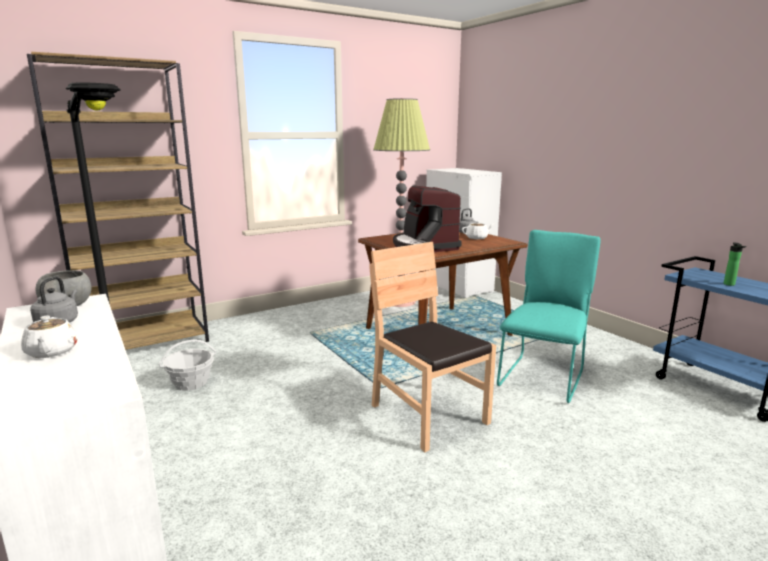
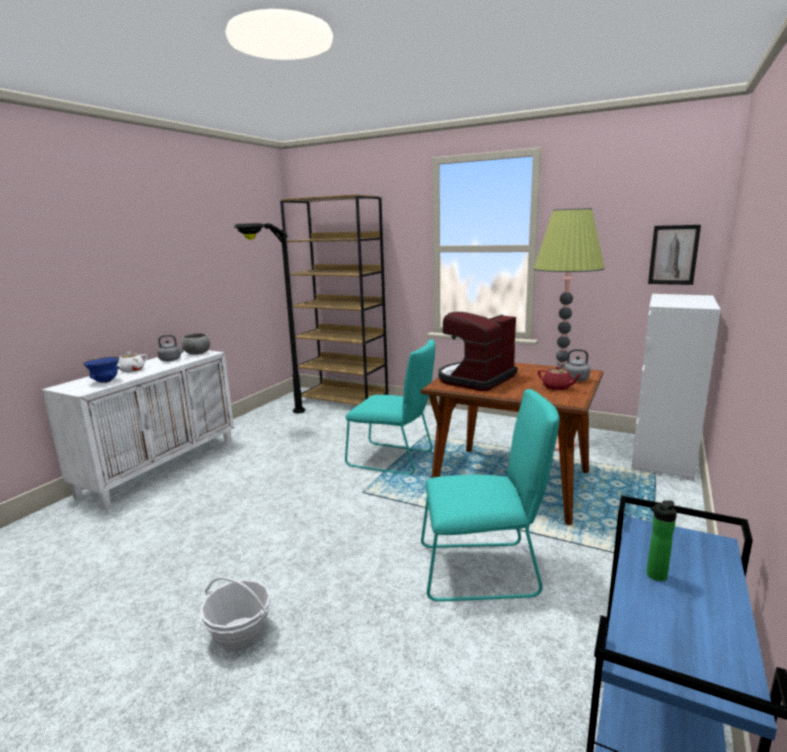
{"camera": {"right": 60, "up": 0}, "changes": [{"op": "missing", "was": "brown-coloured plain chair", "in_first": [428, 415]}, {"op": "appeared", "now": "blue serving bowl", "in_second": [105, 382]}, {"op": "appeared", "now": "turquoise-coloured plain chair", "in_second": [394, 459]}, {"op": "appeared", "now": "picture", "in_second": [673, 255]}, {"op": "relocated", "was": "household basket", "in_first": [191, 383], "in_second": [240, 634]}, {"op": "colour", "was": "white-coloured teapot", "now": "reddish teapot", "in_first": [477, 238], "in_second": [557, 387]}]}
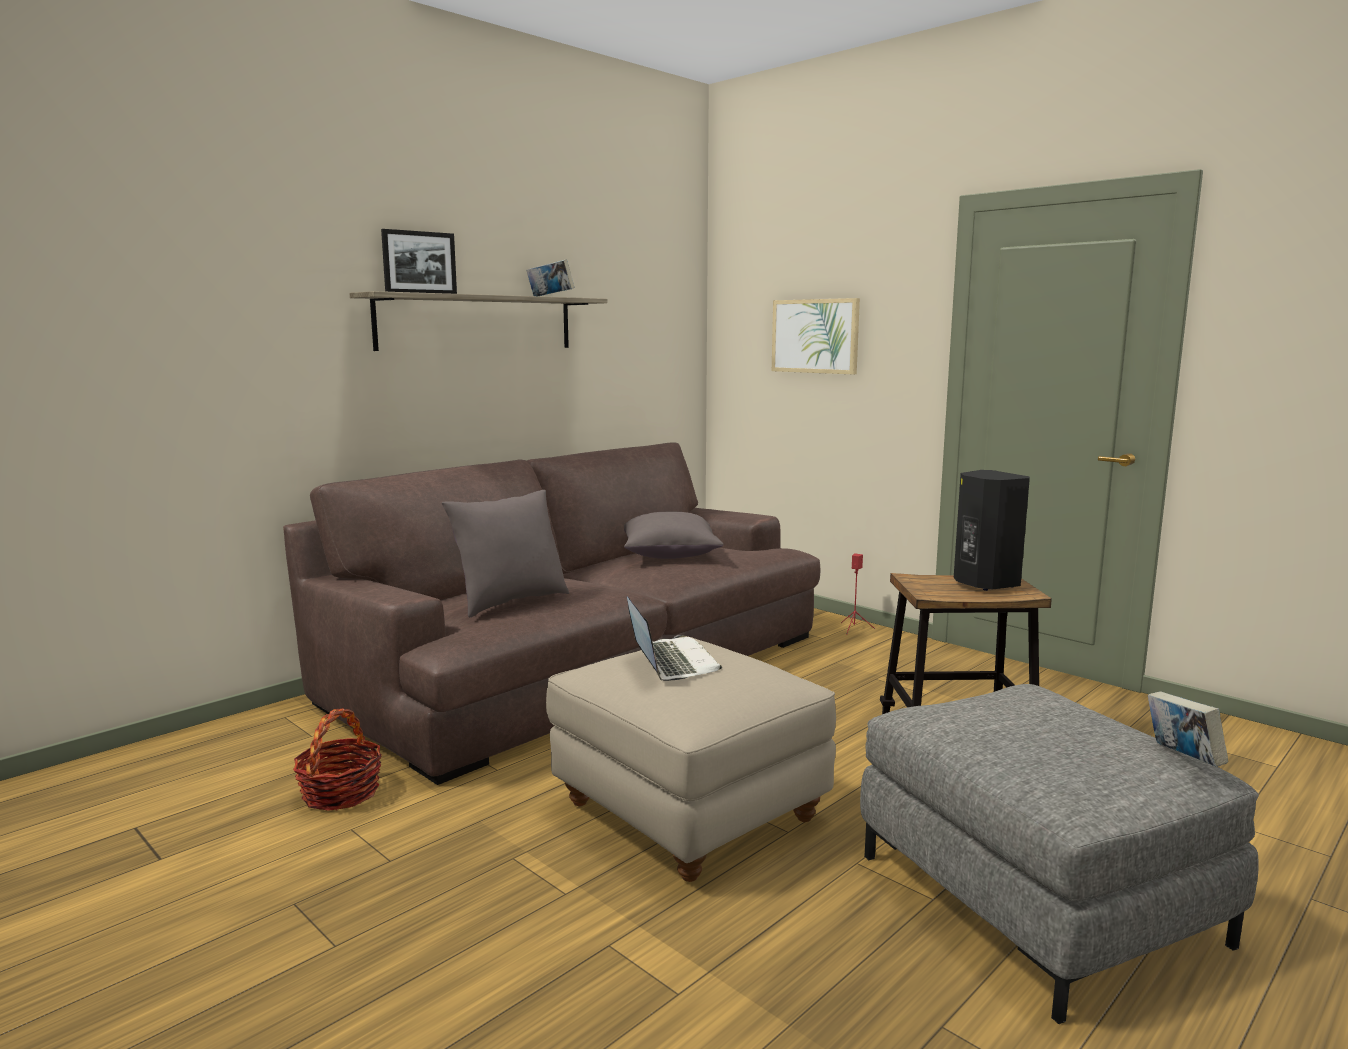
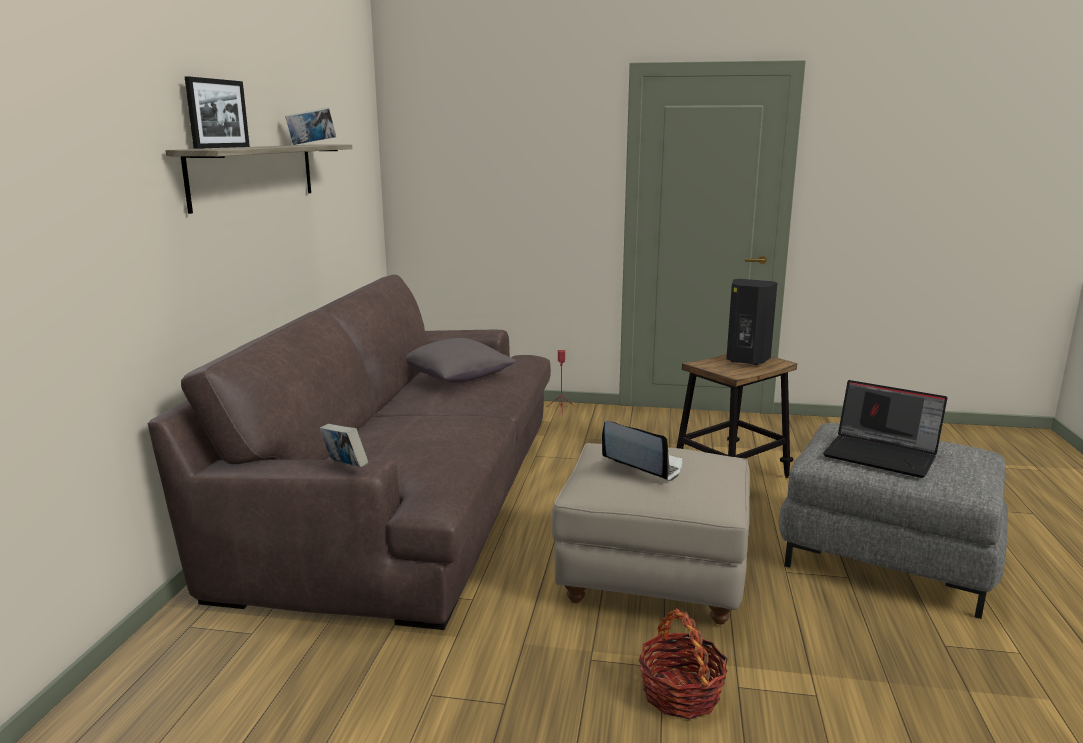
{"camera": {"right": -35, "up": 5}, "changes": [{"op": "missing", "was": "greyish pillow", "in_first": [510, 602]}, {"op": "missing", "was": "picture", "in_first": [815, 336]}, {"op": "appeared", "now": "notebook computer", "in_second": [882, 455]}, {"op": "relocated", "was": "household basket", "in_first": [340, 793], "in_second": [680, 693]}, {"op": "relocated", "was": "volume", "in_first": [1182, 758], "in_second": [345, 466]}]}
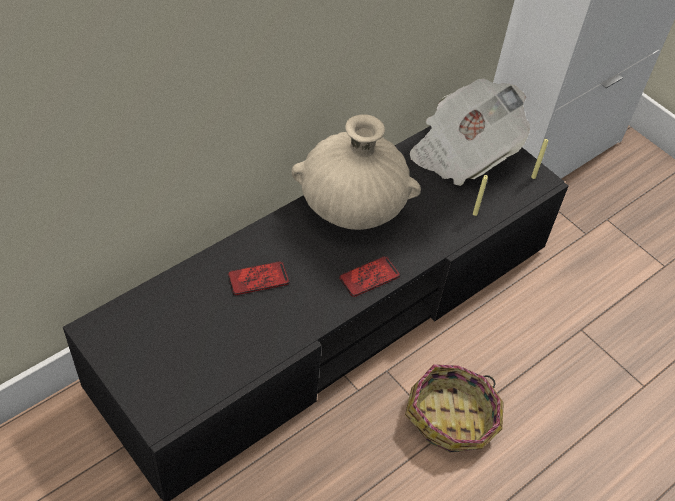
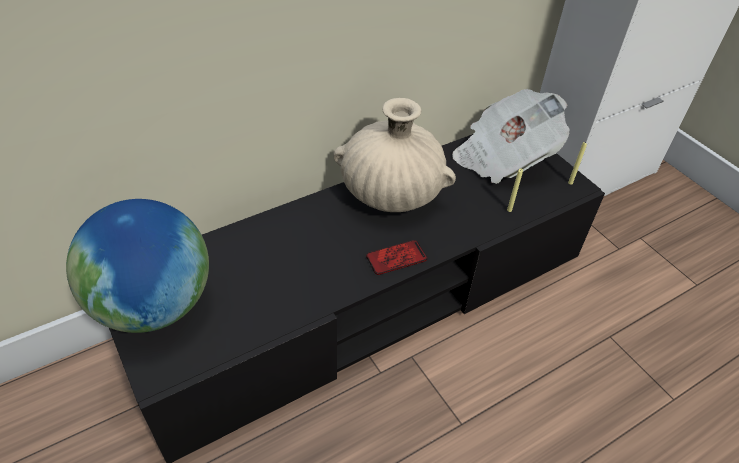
{"camera": {"right": 10, "up": -5}, "changes": [{"op": "missing", "was": "phone", "in_first": [258, 279]}, {"op": "missing", "was": "household basket", "in_first": [453, 417]}, {"op": "appeared", "now": "desk globe", "in_second": [155, 305]}]}
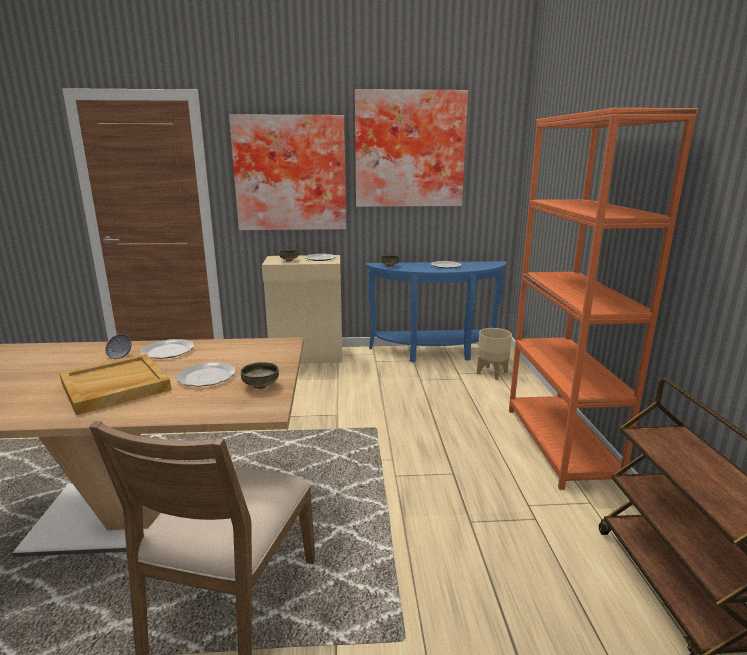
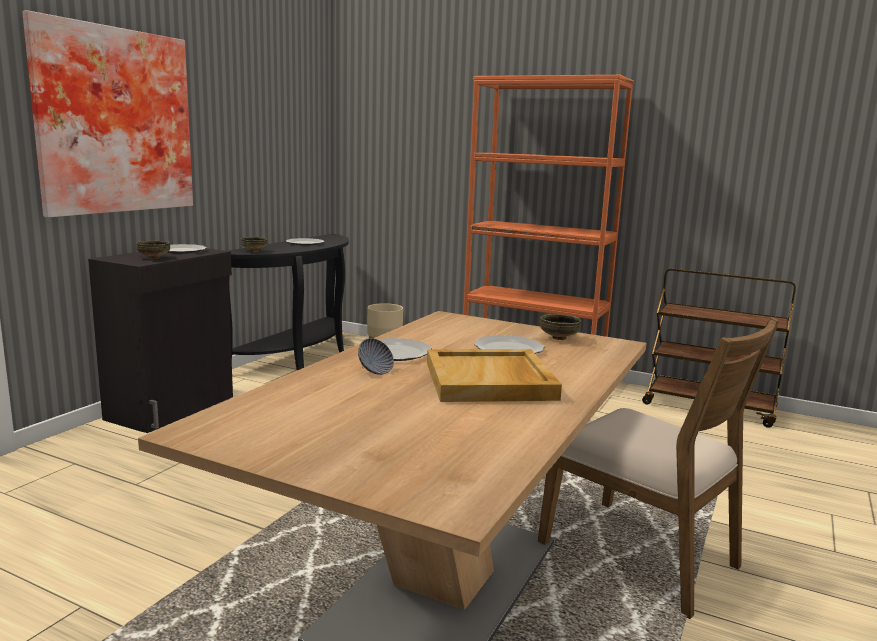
{"camera": {"right": -60, "up": -5}, "changes": [{"op": "missing", "was": "picture", "in_first": [409, 150]}, {"op": "colour", "was": "beige-coloured storage cabinet", "now": "black storage cabinet", "in_first": [307, 356], "in_second": [173, 408]}, {"op": "colour", "was": "blue hall table", "now": "black hall table", "in_first": [435, 353], "in_second": [300, 357]}]}
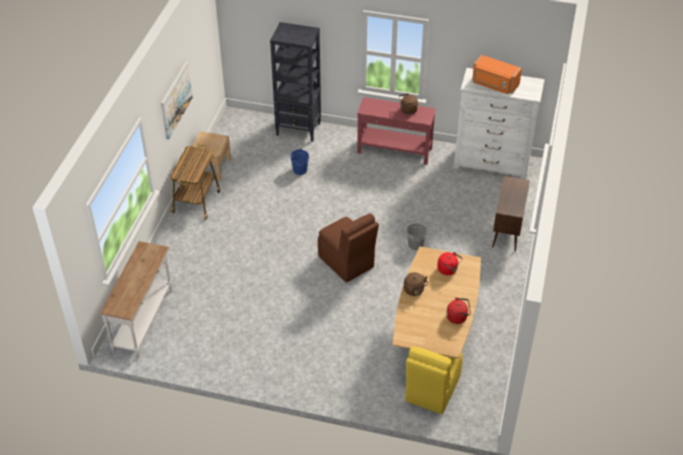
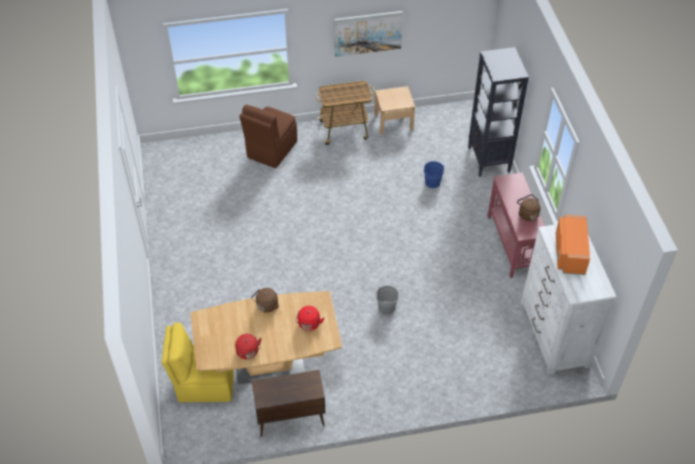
{"camera": {"right": 65, "up": 5}, "changes": [{"op": "missing", "was": "white-coloured hall table", "in_first": [144, 321]}, {"op": "relocated", "was": "brown-coloured plain chair", "in_first": [347, 262], "in_second": [271, 150]}, {"op": "relocated", "was": "brown-coloured storage cabinet", "in_first": [507, 231], "in_second": [289, 419]}]}
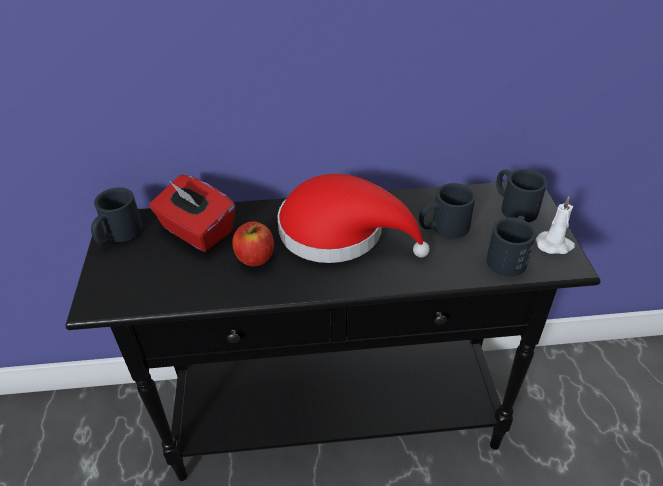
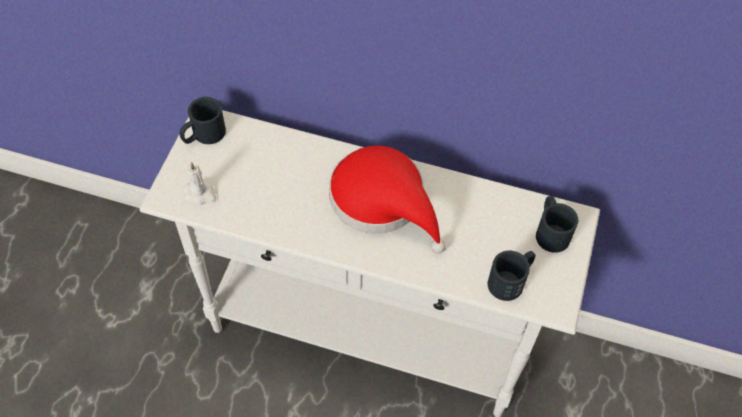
{"camera": {"right": 20, "up": 15}, "changes": [{"op": "missing", "was": "reddish tissue holder", "in_first": [197, 231]}, {"op": "missing", "was": "apple fruit", "in_first": [255, 257]}, {"op": "missing", "was": "black coffee mug", "in_first": [443, 228]}, {"op": "relocated", "was": "white-coloured wax candle", "in_first": [555, 245], "in_second": [201, 194]}, {"op": "colour", "was": "black hall table", "now": "white-coloured hall table", "in_first": [337, 419], "in_second": [368, 331]}]}
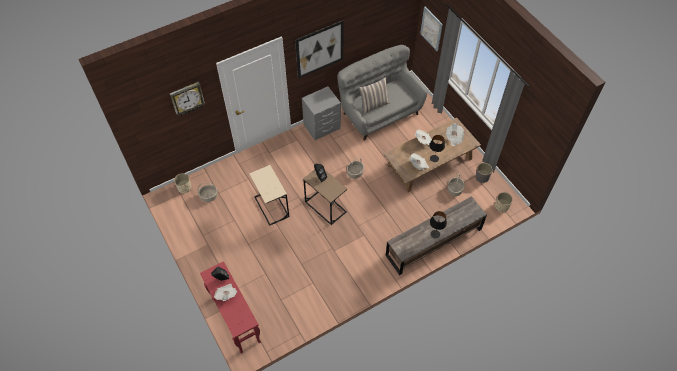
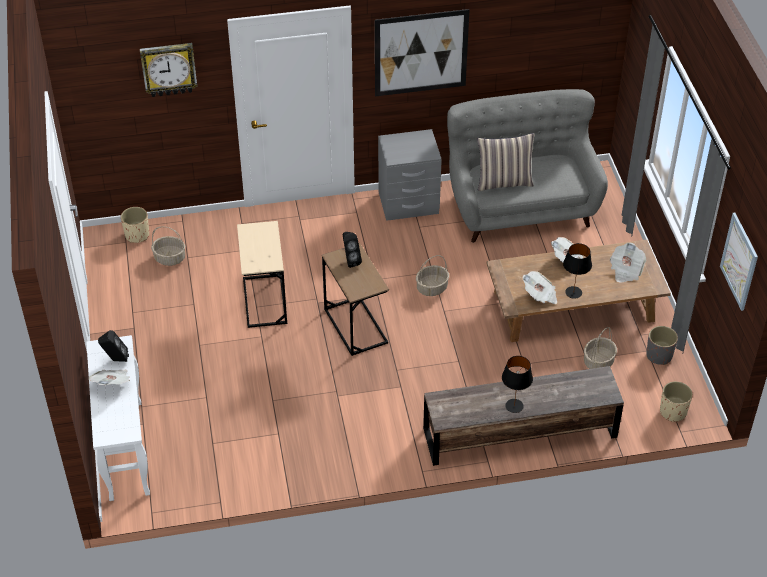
{"camera": {"right": 20, "up": -10}, "changes": [{"op": "relocated", "was": "picture", "in_first": [431, 28], "in_second": [739, 261]}, {"op": "colour", "was": "reddish hall table", "now": "white-coloured hall table", "in_first": [235, 319], "in_second": [125, 449]}]}
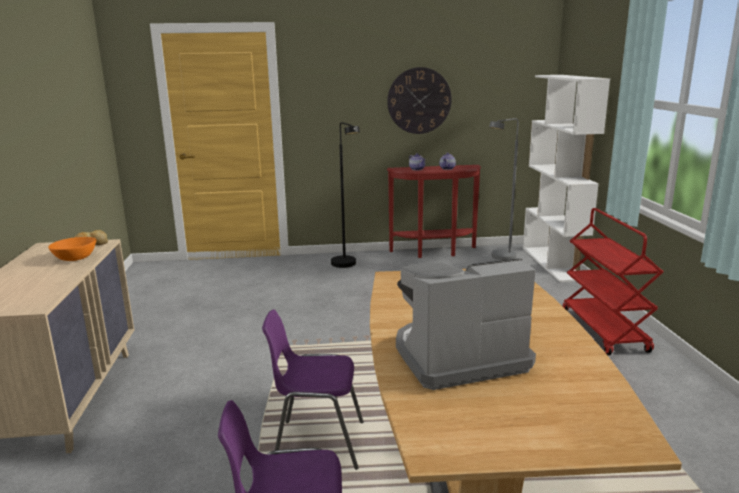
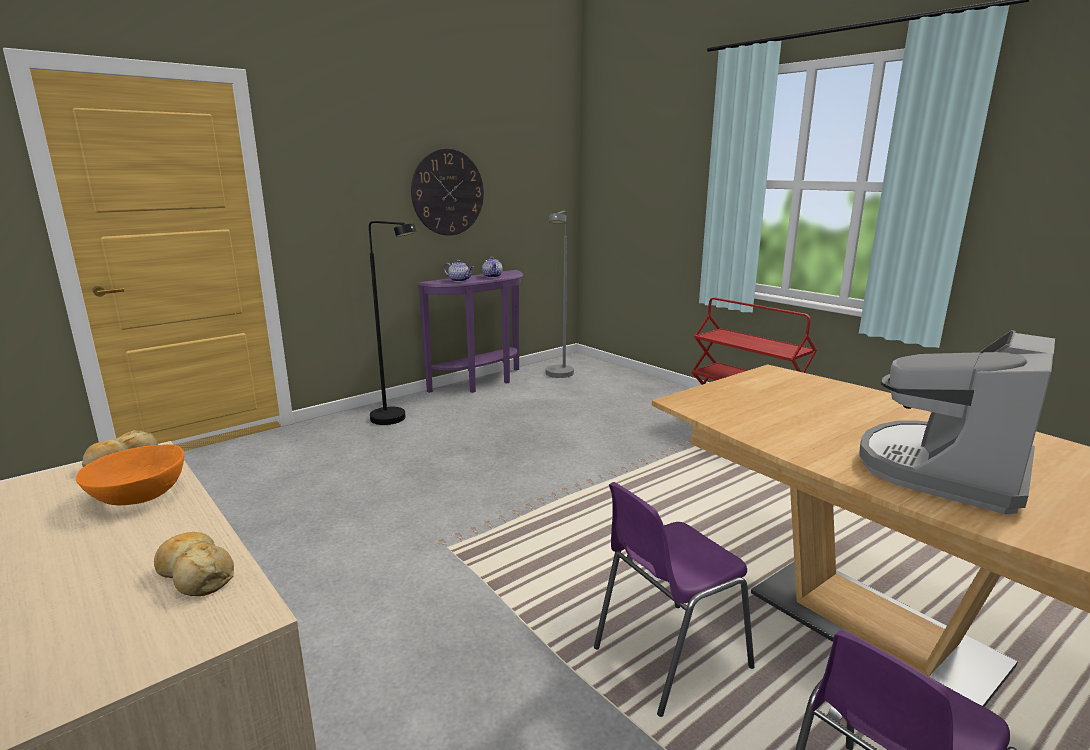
{"camera": {"right": -35, "up": 0}, "changes": [{"op": "missing", "was": "white-coloured bookcase", "in_first": [553, 263]}, {"op": "appeared", "now": "bakery bread", "in_second": [196, 574]}, {"op": "colour", "was": "reddish hall table", "now": "purple hall table", "in_first": [435, 252], "in_second": [482, 383]}]}
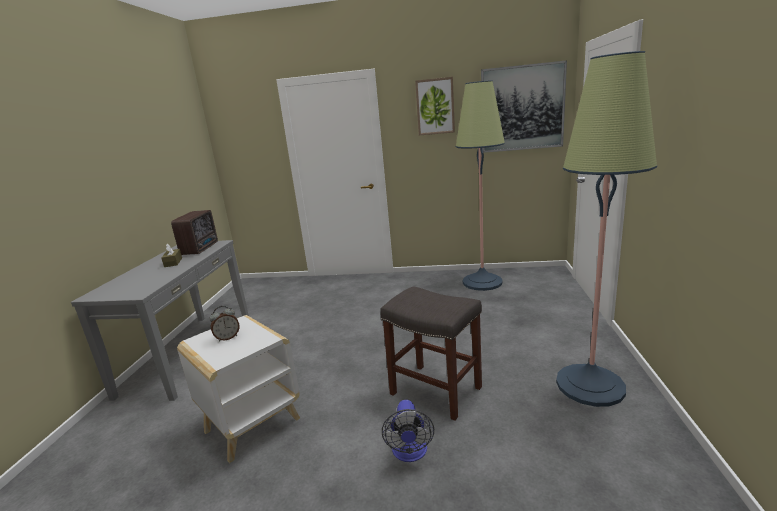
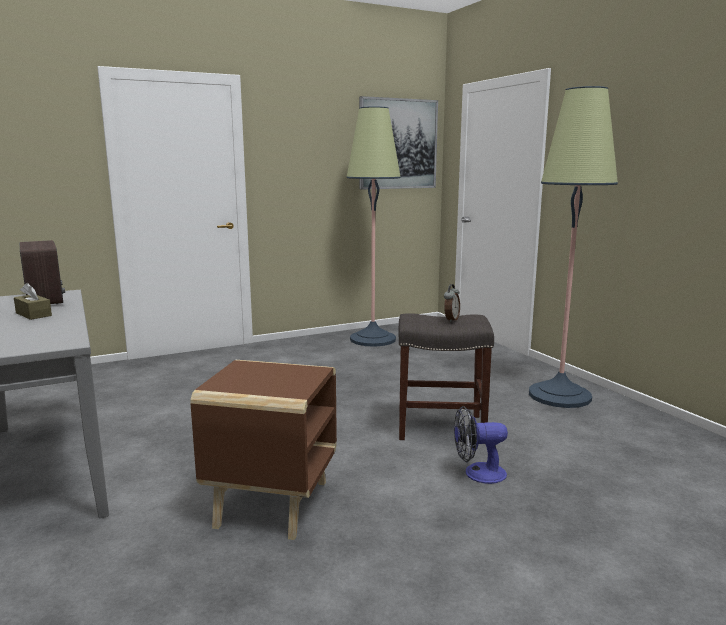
{"camera": {"right": -35, "up": -5}, "changes": [{"op": "missing", "was": "picture", "in_first": [435, 106]}, {"op": "relocated", "was": "table clock", "in_first": [227, 338], "in_second": [451, 320]}, {"op": "colour", "was": "white-coloured side table", "now": "brown-coloured side table", "in_first": [253, 424], "in_second": [273, 502]}, {"op": "spun", "was": "cooling fan", "in_first": [410, 453], "in_second": [477, 473], "clockwise": 120}]}
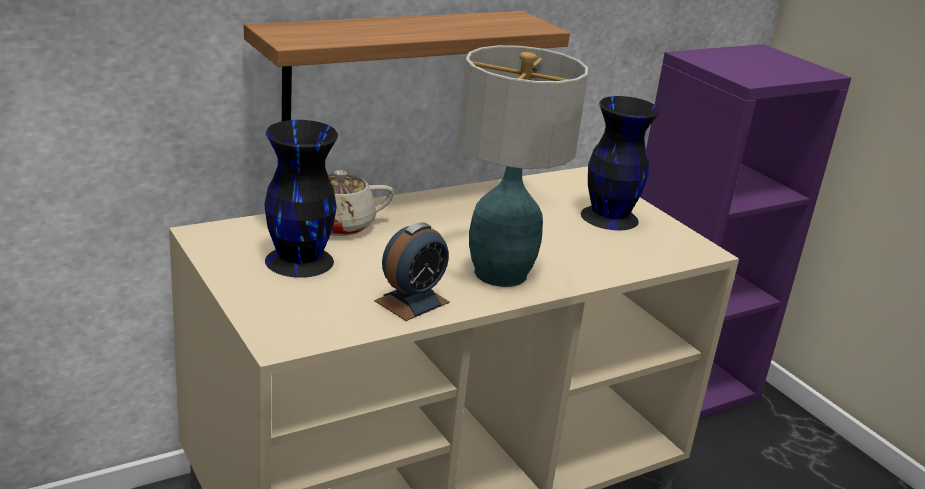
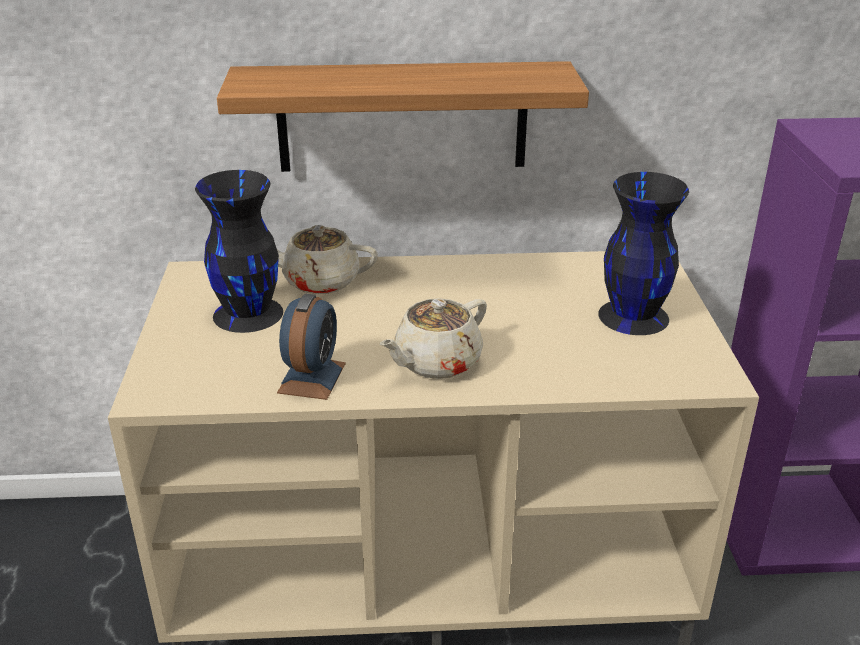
{"camera": {"right": 30, "up": 5}, "changes": [{"op": "exchanged", "was": "tabletop lamp", "now": "beige-coloured teapot", "in_first": [499, 273], "in_second": [436, 362]}, {"op": "spun", "was": "table clock", "in_first": [412, 301], "in_second": [312, 378], "clockwise": -60}]}
